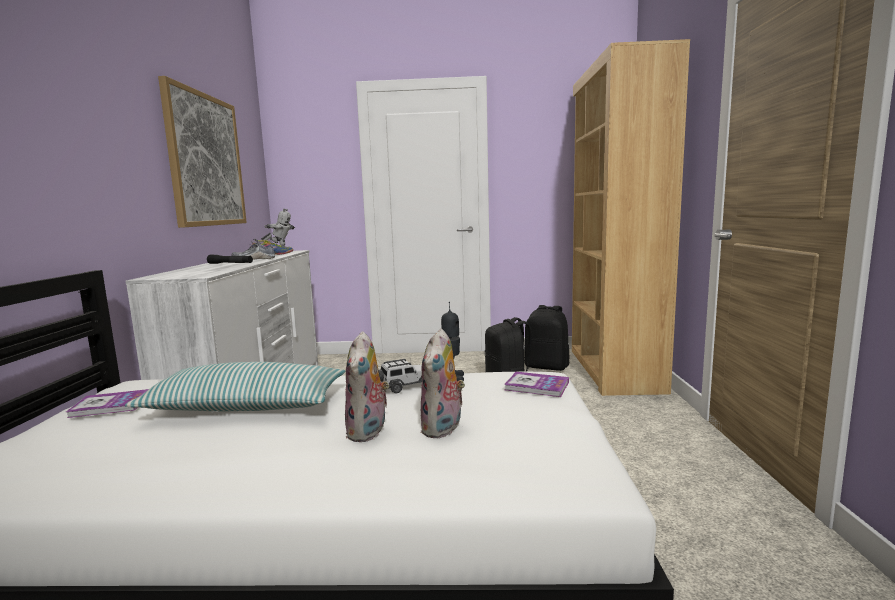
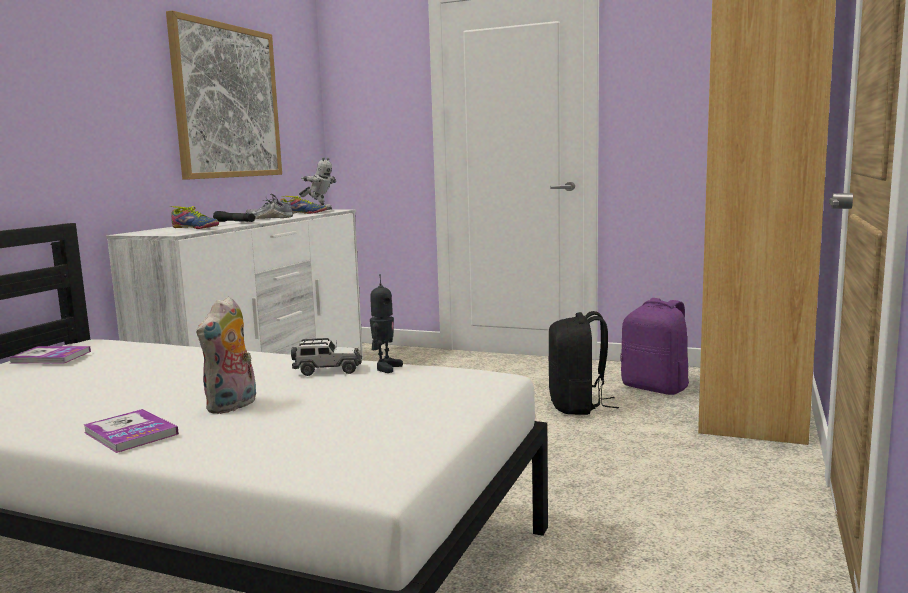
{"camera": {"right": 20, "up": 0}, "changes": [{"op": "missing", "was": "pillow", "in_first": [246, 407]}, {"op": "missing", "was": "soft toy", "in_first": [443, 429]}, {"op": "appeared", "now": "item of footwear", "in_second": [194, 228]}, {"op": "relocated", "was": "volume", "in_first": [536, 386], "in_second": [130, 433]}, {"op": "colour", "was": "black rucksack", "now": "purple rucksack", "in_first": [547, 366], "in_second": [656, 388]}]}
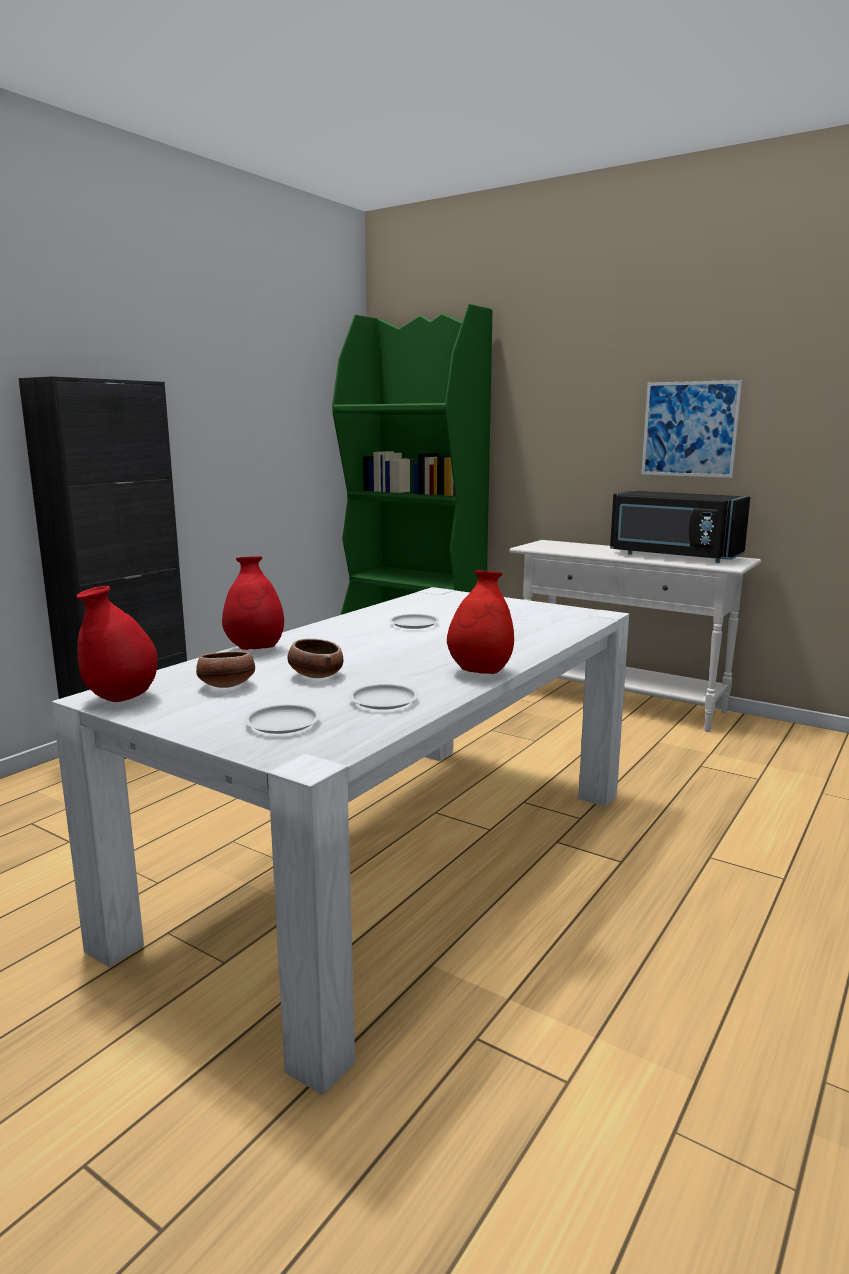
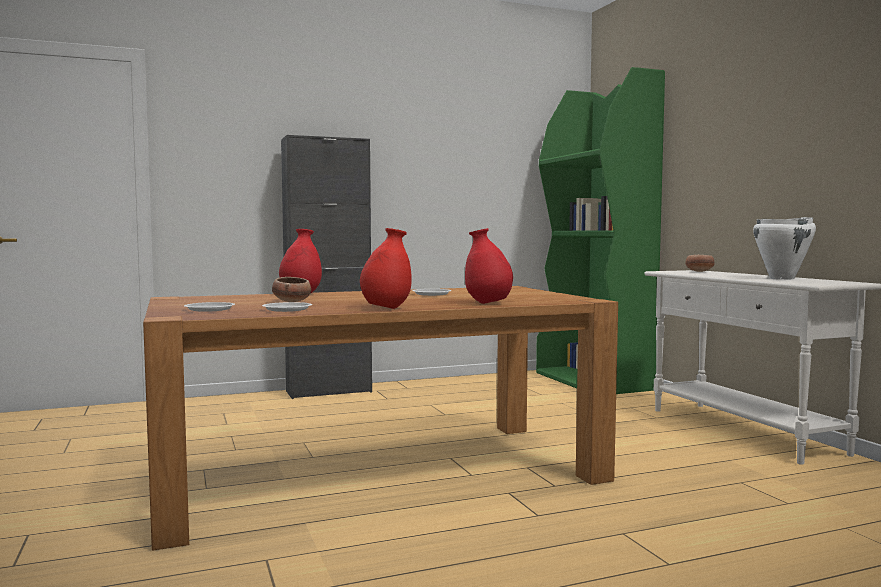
{"camera": {"right": 35, "up": -10}, "changes": [{"op": "missing", "was": "picture", "in_first": [689, 429]}, {"op": "relocated", "was": "reddish decorative vase", "in_first": [122, 698], "in_second": [488, 303]}, {"op": "relocated", "was": "serving bowl", "in_first": [226, 686], "in_second": [699, 271]}, {"op": "exchanged", "was": "black kitchen microwave", "now": "white-coloured saucepot", "in_first": [673, 556], "in_second": [782, 278]}, {"op": "colour", "was": "white-coloured kitchen table", "now": "brown-coloured kitchen table", "in_first": [396, 860], "in_second": [378, 473]}]}
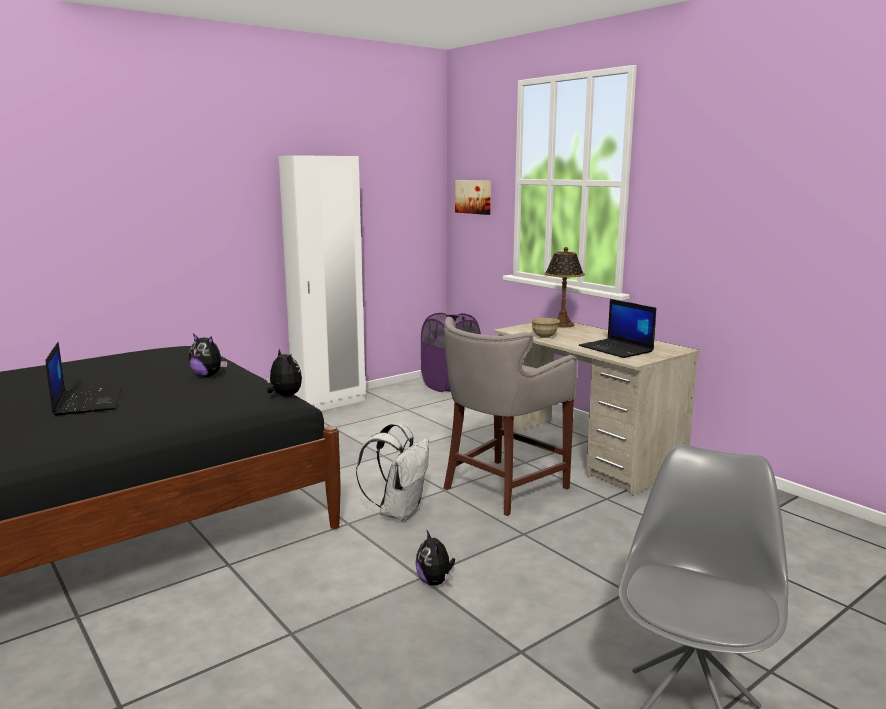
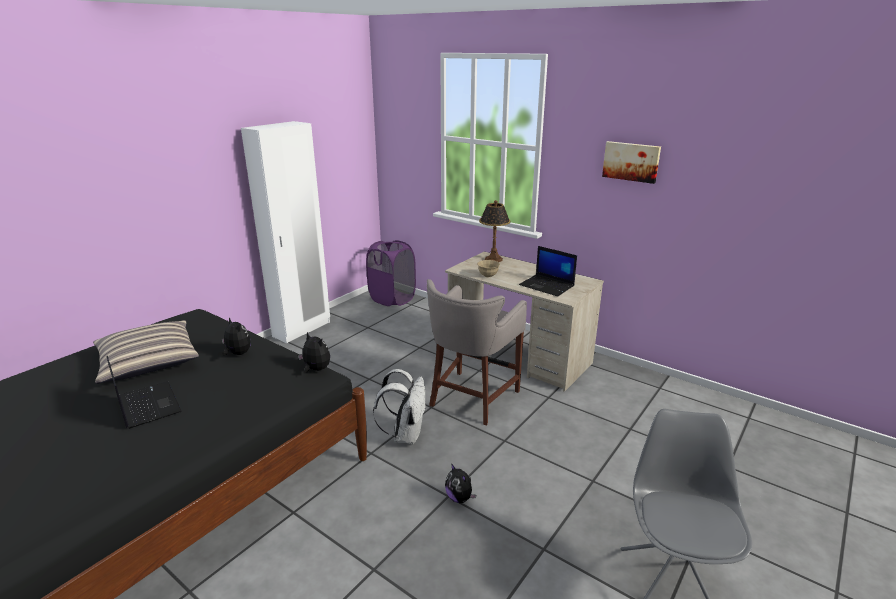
{"camera": {"right": -15, "up": 10}, "changes": [{"op": "appeared", "now": "pillow", "in_second": [148, 361]}, {"op": "relocated", "was": "picture", "in_first": [474, 196], "in_second": [631, 161]}, {"op": "spun", "was": "soft toy", "in_first": [208, 375], "in_second": [237, 354], "clockwise": -150}]}
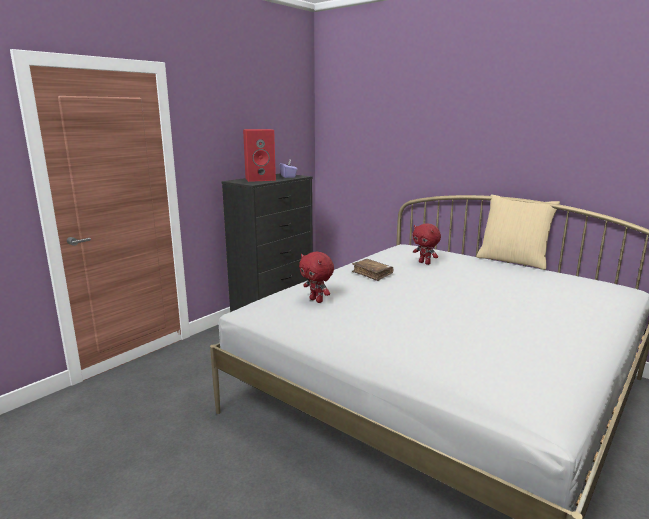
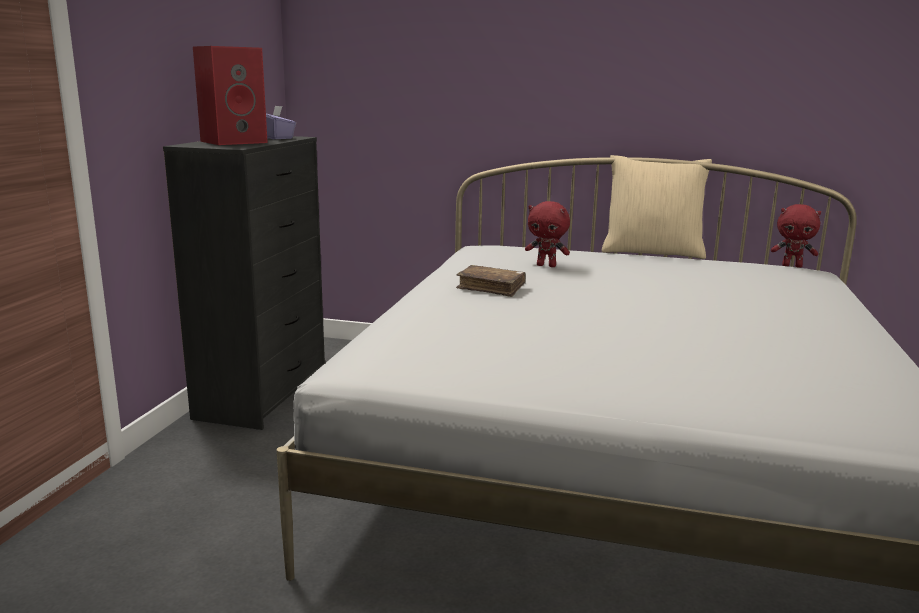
{"camera": {"right": -25, "up": 0}, "changes": [{"op": "relocated", "was": "reddish soft toy", "in_first": [317, 300], "in_second": [792, 266]}]}
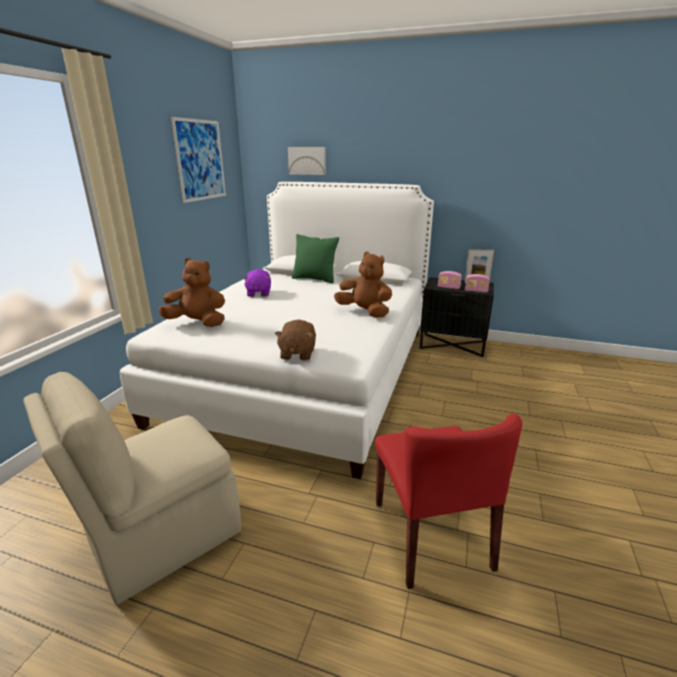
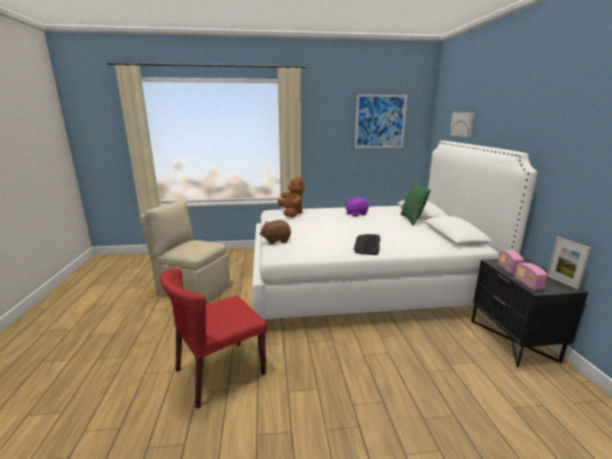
{"camera": {"right": 65, "up": -5}, "changes": [{"op": "exchanged", "was": "brown-coloured soft toy", "now": "keyboard", "in_first": [365, 312], "in_second": [367, 245]}]}
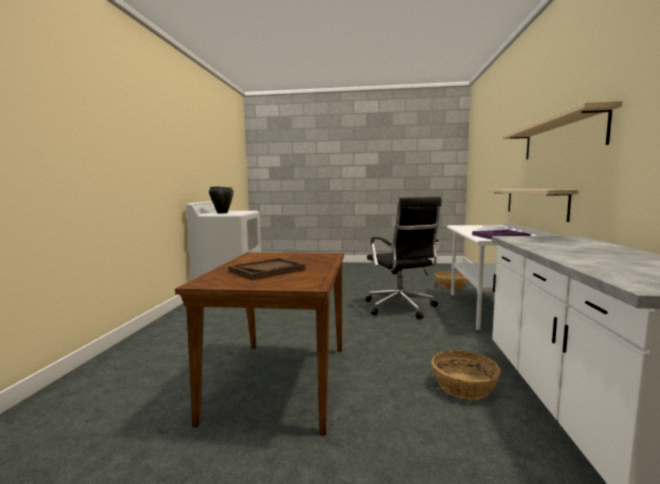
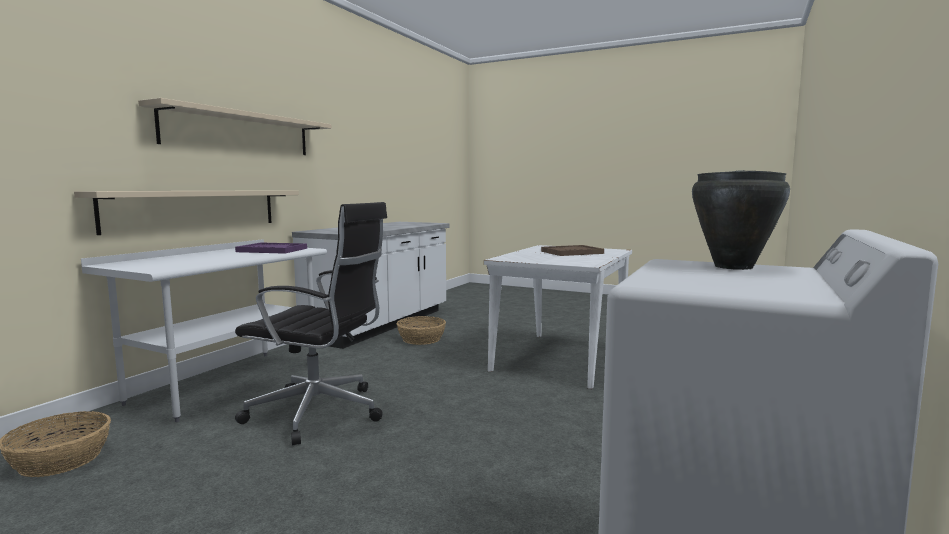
{"camera": {"right": -160, "up": 0}, "changes": [{"op": "colour", "was": "brown-coloured kitchen table", "now": "white-coloured kitchen table", "in_first": [280, 381], "in_second": [561, 357]}, {"op": "spun", "was": "black computer chair", "in_first": [400, 308], "in_second": [320, 413], "clockwise": 105}]}
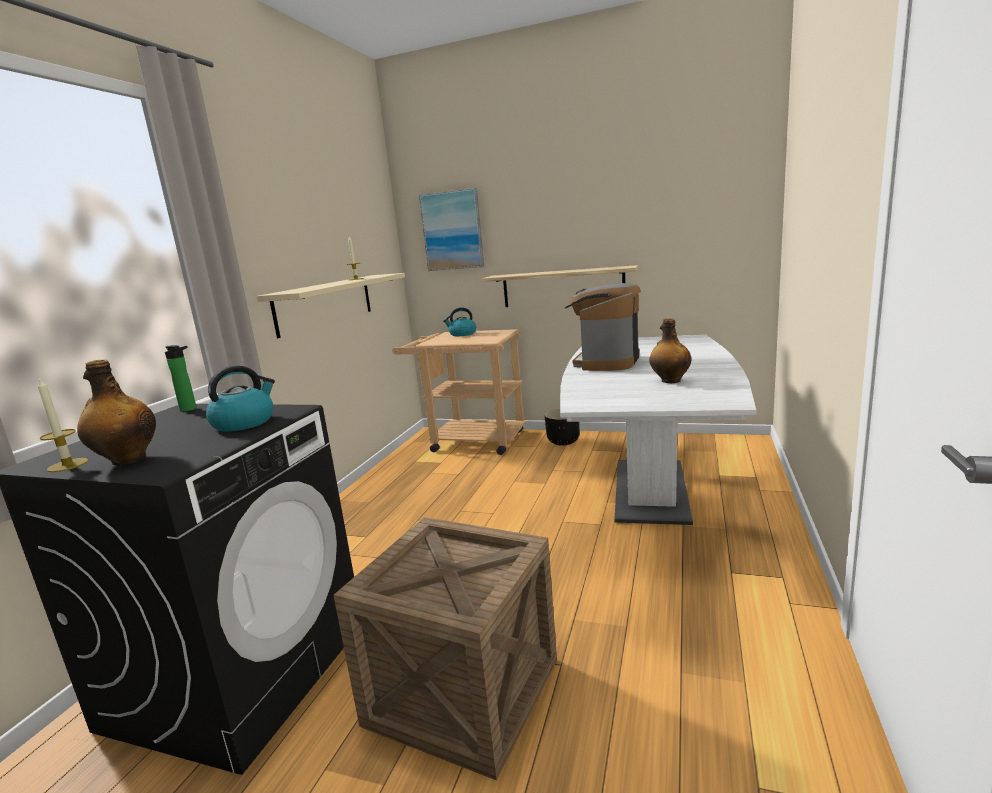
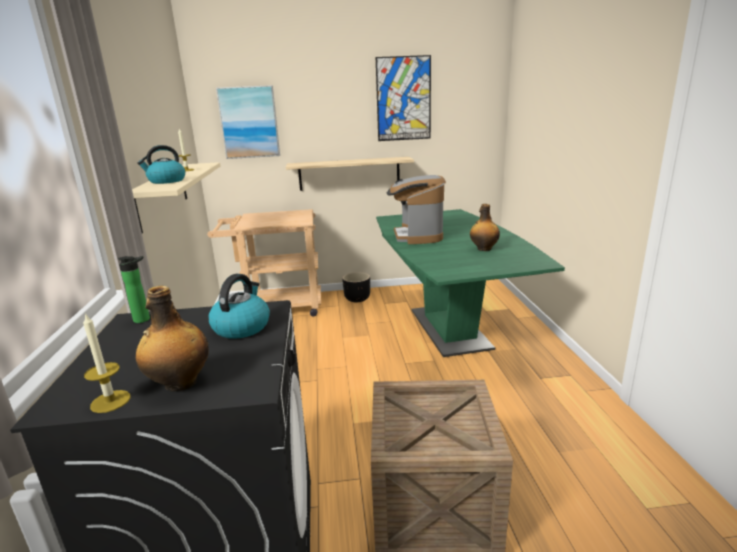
{"camera": {"right": -25, "up": 5}, "changes": [{"op": "appeared", "now": "picture", "in_second": [403, 99]}, {"op": "relocated", "was": "kettle", "in_first": [462, 334], "in_second": [166, 181]}, {"op": "colour", "was": "white-coloured kitchen table", "now": "green kitchen table", "in_first": [650, 490], "in_second": [449, 329]}]}
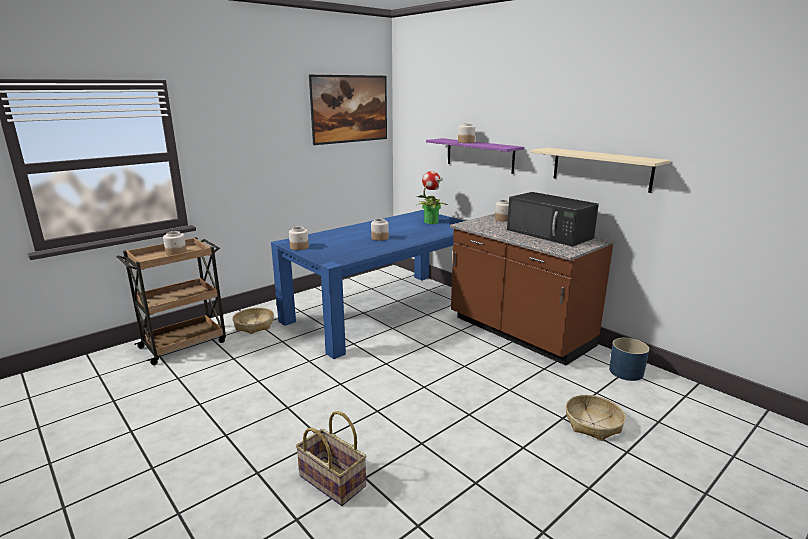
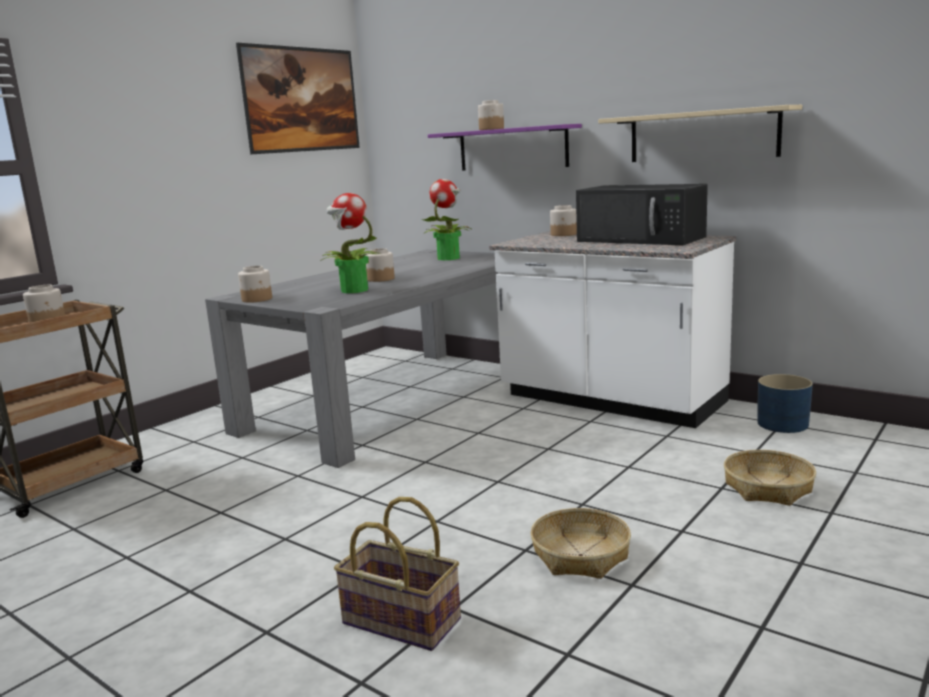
{"camera": {"right": -10, "up": -5}, "changes": [{"op": "appeared", "now": "potted plant", "in_second": [353, 290]}, {"op": "relocated", "was": "household basket", "in_first": [254, 325], "in_second": [580, 555]}, {"op": "colour", "was": "blue kitchen table", "now": "greyish kitchen table", "in_first": [385, 309], "in_second": [396, 398]}, {"op": "colour", "was": "brown-coloured kitchen base unit", "now": "white-coloured kitchen base unit", "in_first": [519, 332], "in_second": [610, 400]}]}
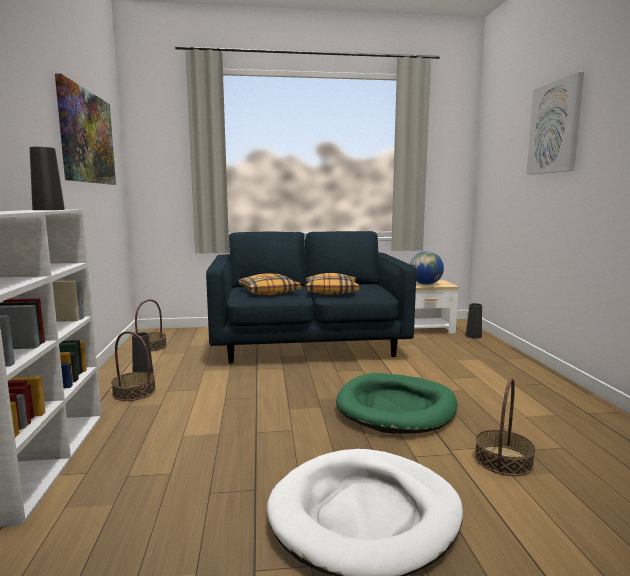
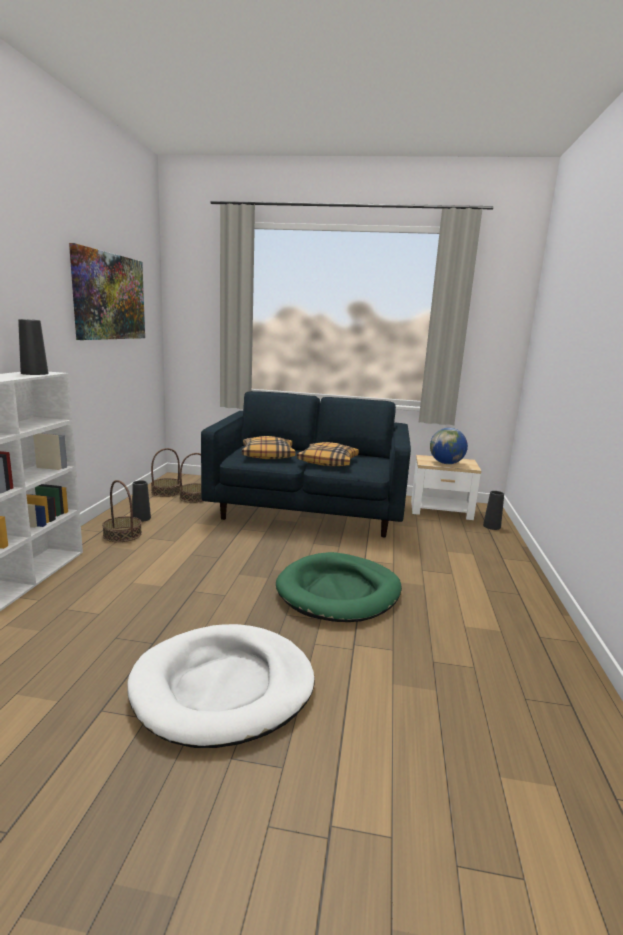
{"camera": {"right": 15, "up": 5}, "changes": [{"op": "missing", "was": "picture", "in_first": [555, 128]}, {"op": "relocated", "was": "household basket", "in_first": [503, 460], "in_second": [194, 497]}]}
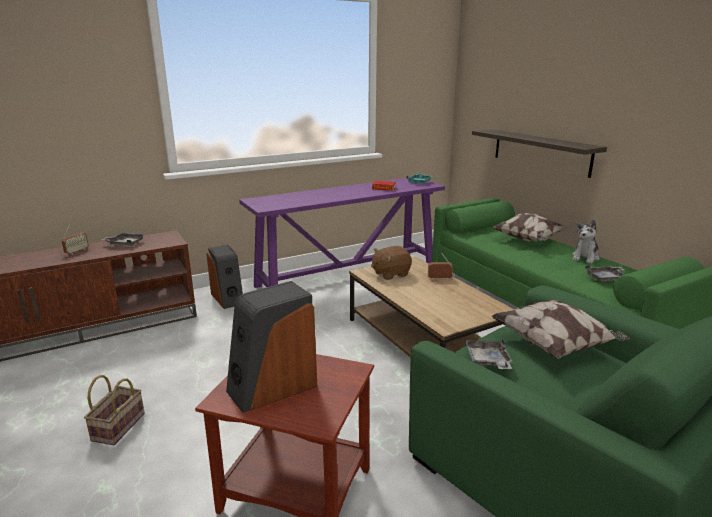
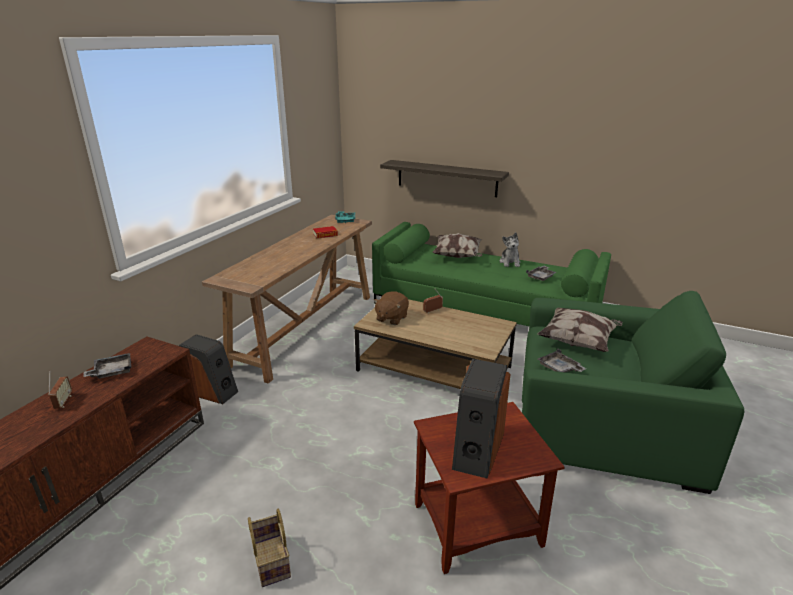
{"camera": {"right": -35, "up": 5}, "changes": [{"op": "colour", "was": "purple hall table", "now": "brown-coloured hall table", "in_first": [348, 276], "in_second": [306, 329]}]}
